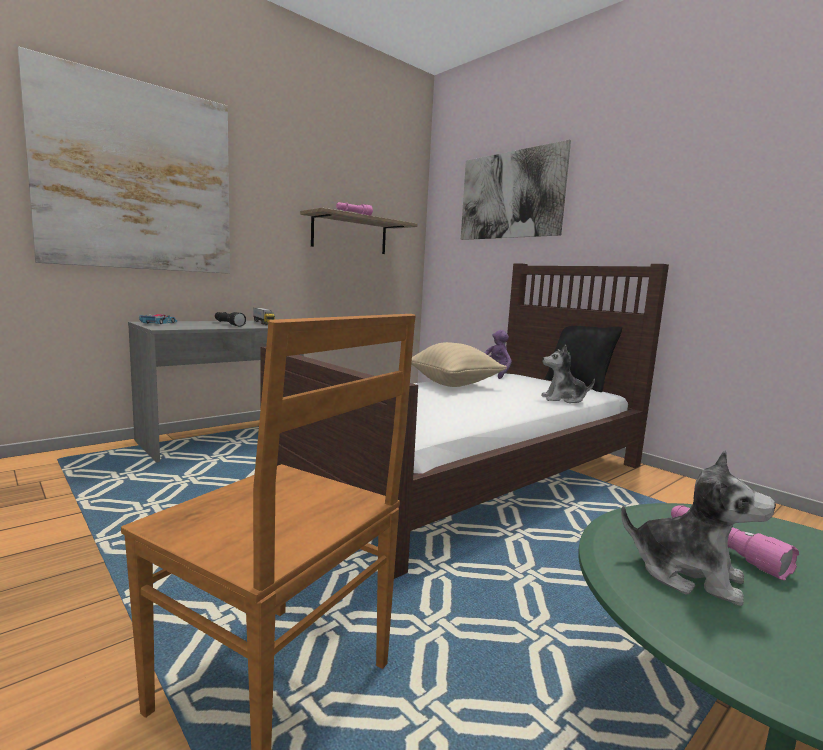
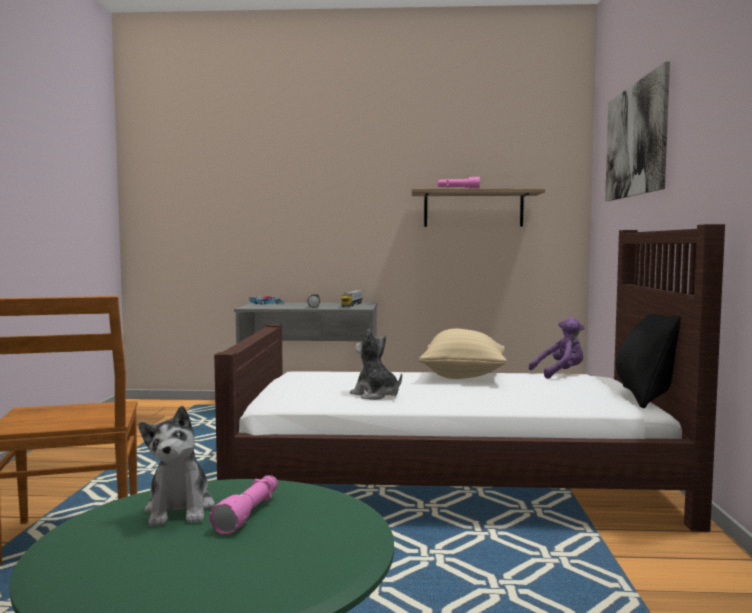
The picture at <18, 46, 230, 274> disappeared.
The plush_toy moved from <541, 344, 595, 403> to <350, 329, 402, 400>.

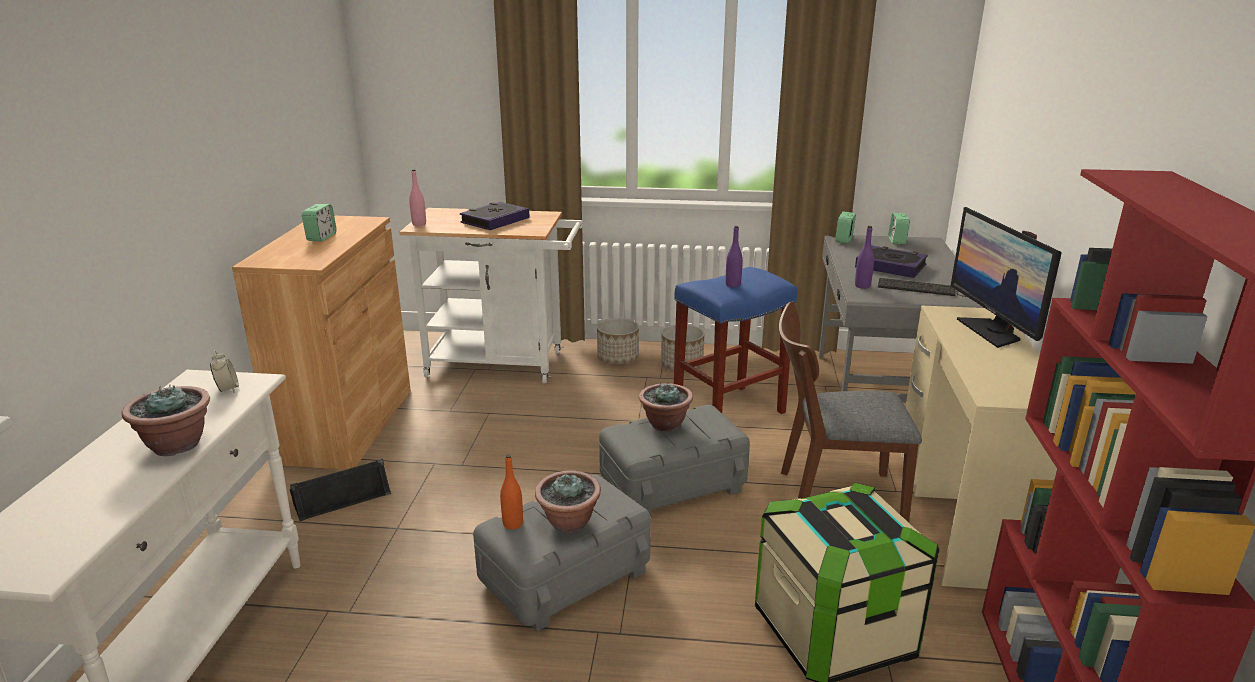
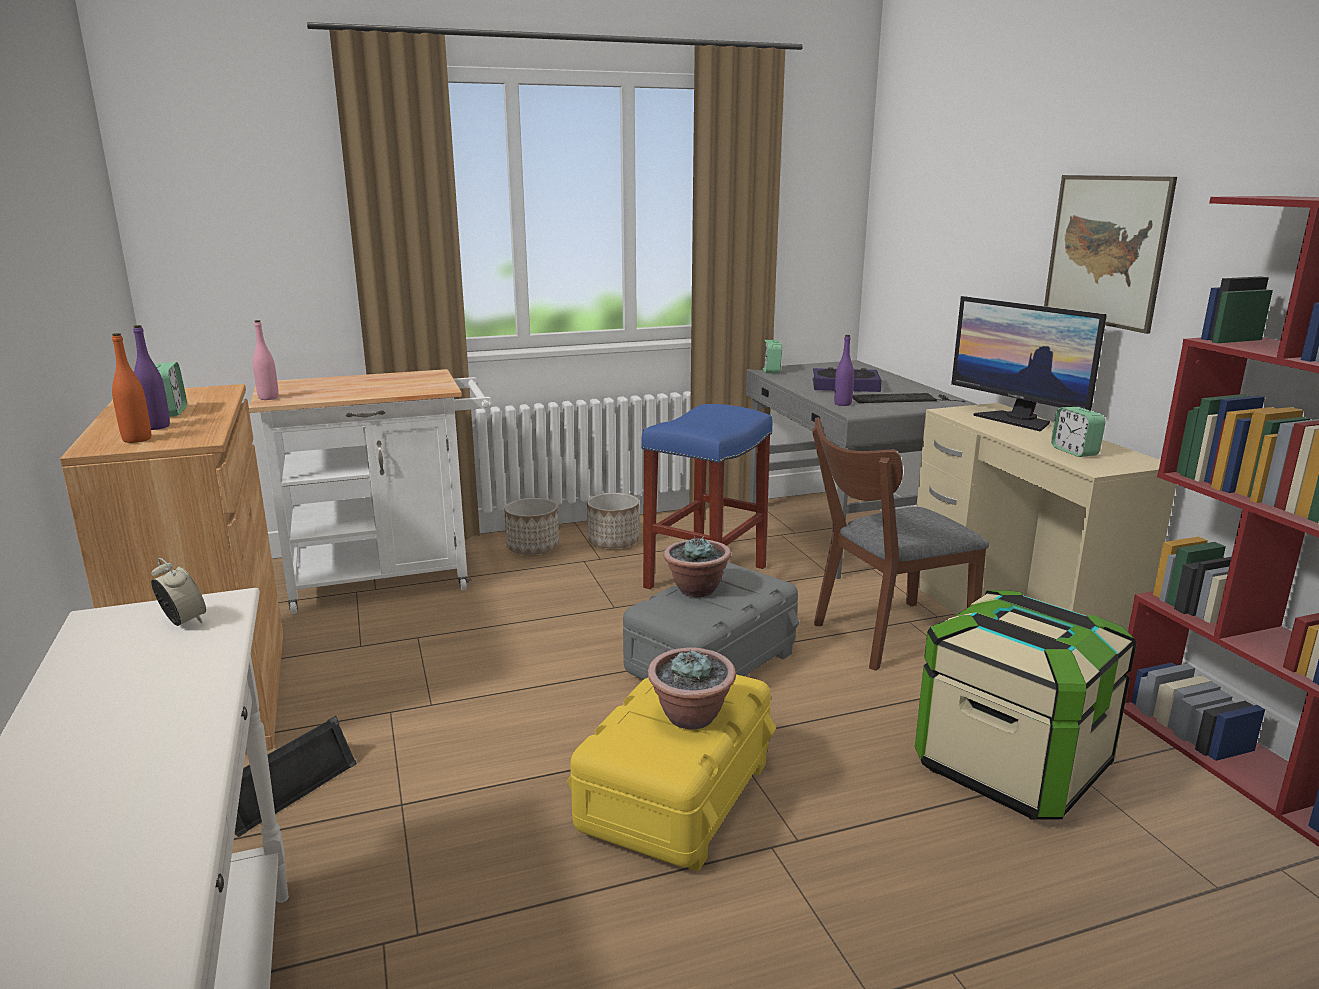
The book at <460, 202, 529, 230> disappeared.
The alarm_clock moved from <888, 213, 910, 245> to <1051, 407, 1106, 457>.
The purple_bottle moved from <726, 226, 743, 288> to <133, 325, 170, 430>.
The potted_plant at <121, 385, 210, 456> disappeared.
The orange_bottle moved from <500, 454, 523, 530> to <112, 333, 151, 443>.
The grey_storage_box at <473, 475, 651, 632> became the yellow_storage_box at <567, 674, 776, 872>.
The picture at <1044, 175, 1177, 334> appeared.

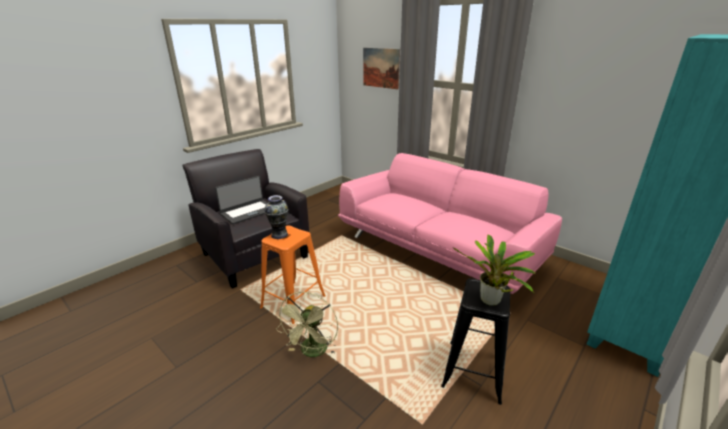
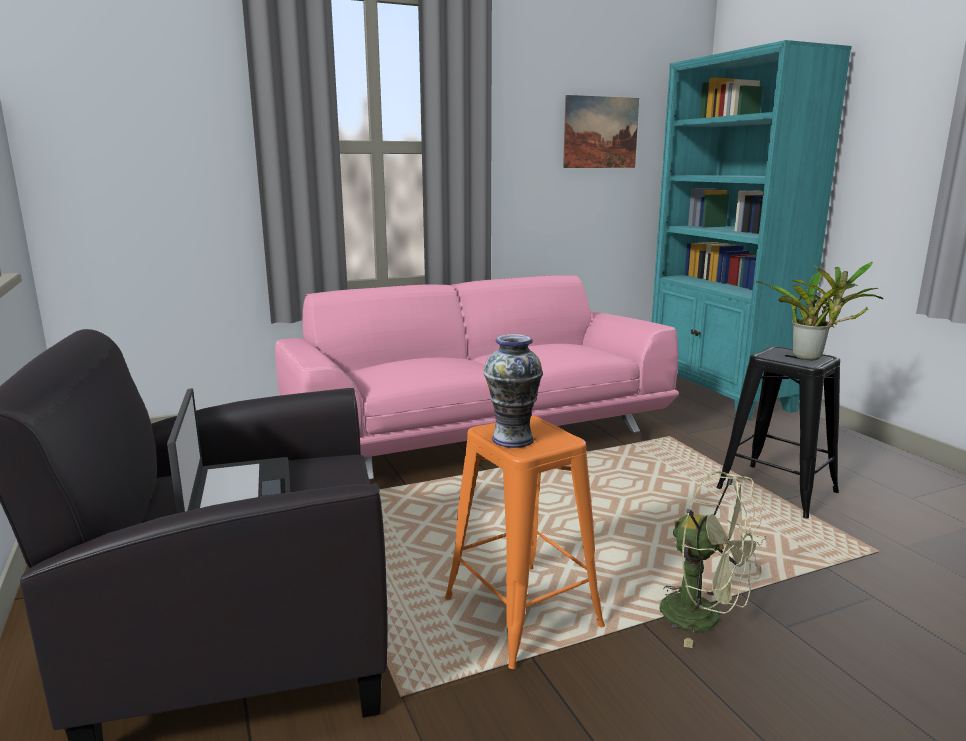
The picture moved from <363, 48, 400, 89> to <563, 95, 639, 168>.

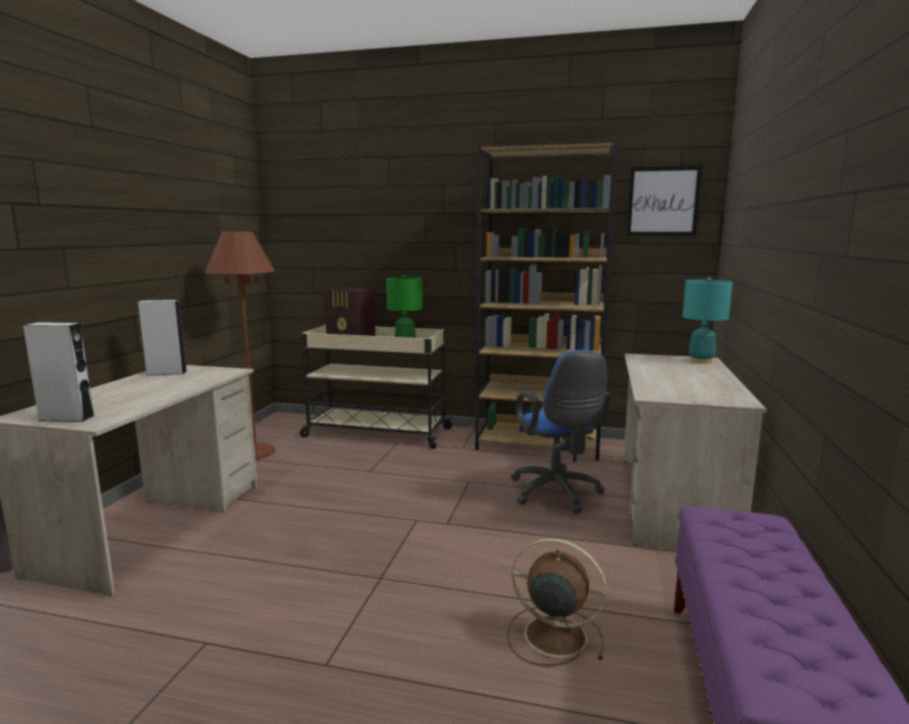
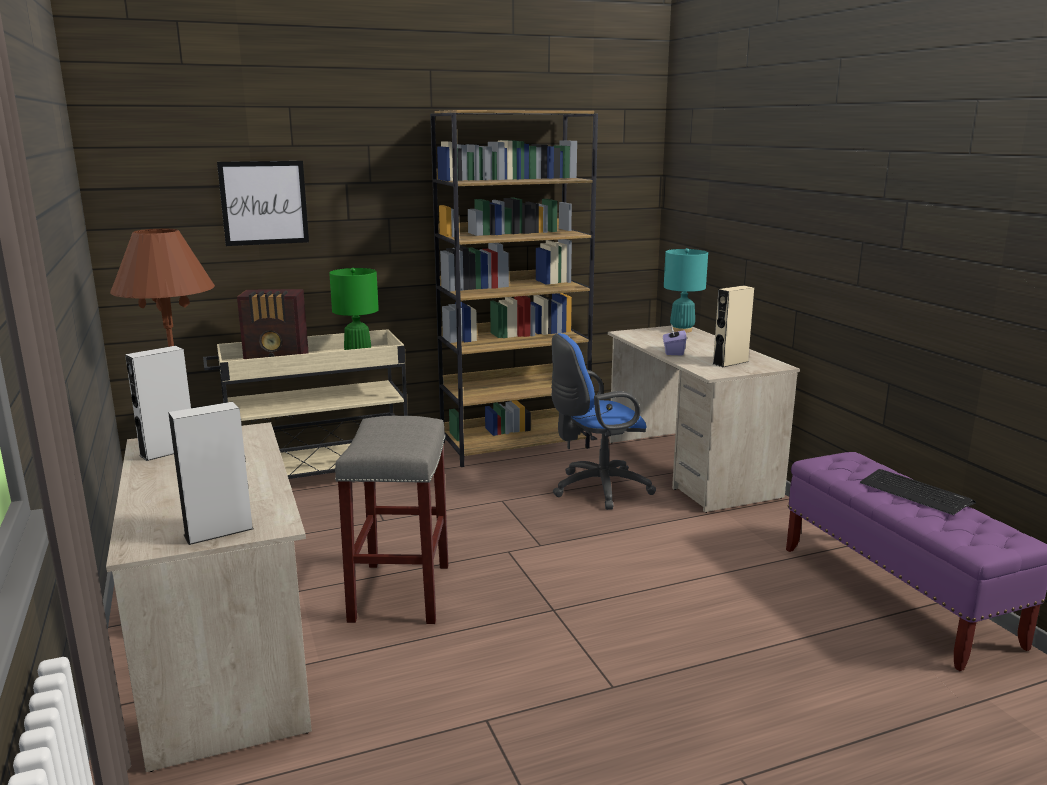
The picture moved from <626, 166, 702, 236> to <217, 161, 309, 246>.
The blue_office_chair at <511, 350, 611, 513> turned 120 degrees clockwise.
The brown_fan at <508, 538, 607, 666> disappeared.
The beige_speaker at <713, 285, 754, 367> appeared.
The purple_tissue_box at <663, 326, 687, 355> appeared.
The grey_stool at <335, 416, 449, 624> appeared.
The keyboard at <860, 469, 976, 515> appeared.

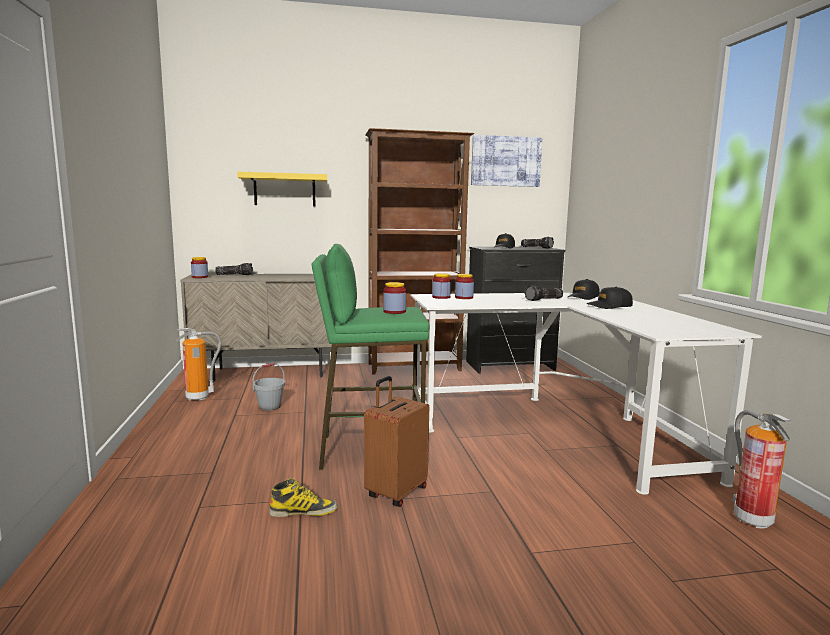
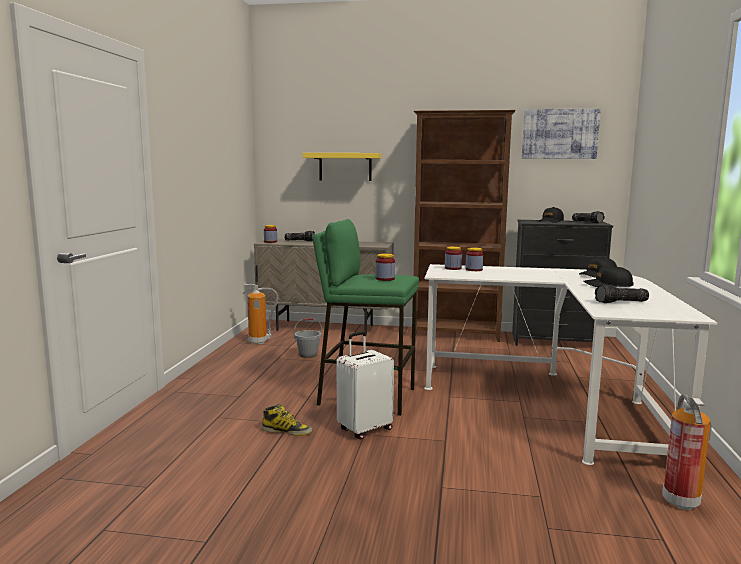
The flashlight moved from <524, 285, 563, 301> to <595, 285, 649, 303>.
The brown_suitcase at <364, 376, 429, 507> became the white_suitcase at <337, 331, 394, 440>.

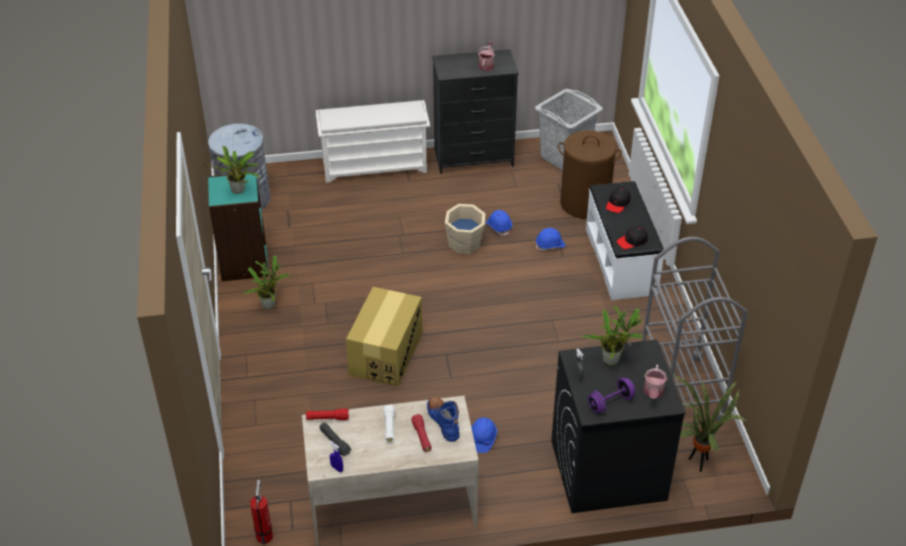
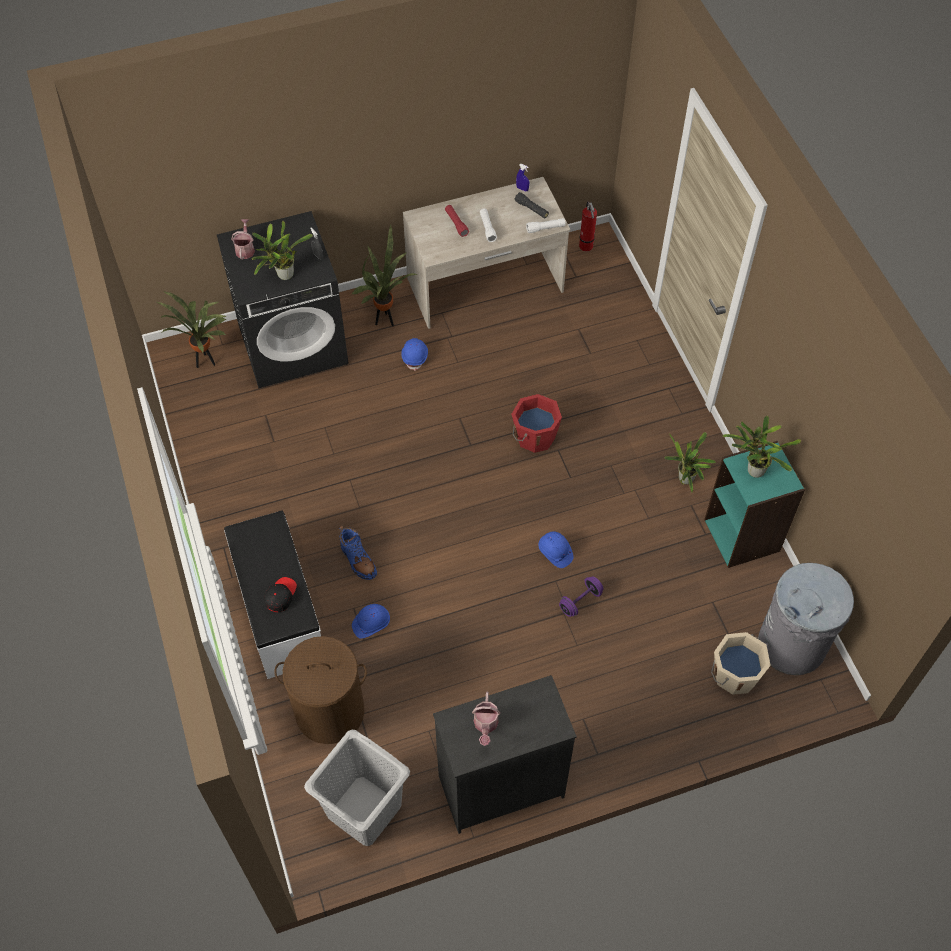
The white_shoe_rack at <316, 100, 430, 183> disappeared.
The beige_bucket moved from <445, 204, 486, 254> to <711, 632, 771, 695>.
The blue_hard_hat moved from <486, 210, 512, 236> to <538, 531, 573, 568>.
The black_cap at <617, 226, 648, 249> disappeared.
The grey_cart at <642, 237, 748, 421> disappeared.
The cardboard_box at <346, 287, 423, 387> was replaced by the red_bucket at <511, 394, 562, 453>.
The purple_dumbbell moved from <588, 378, 635, 413> to <559, 576, 603, 617>.
The blue_boot moved from <427, 397, 459, 442> to <339, 525, 377, 580>.
The red_flashlight at <306, 409, 349, 420> became the white_flashlight at <526, 218, 566, 233>.
The potted_plant at <351, 225, 417, 326> appeared.

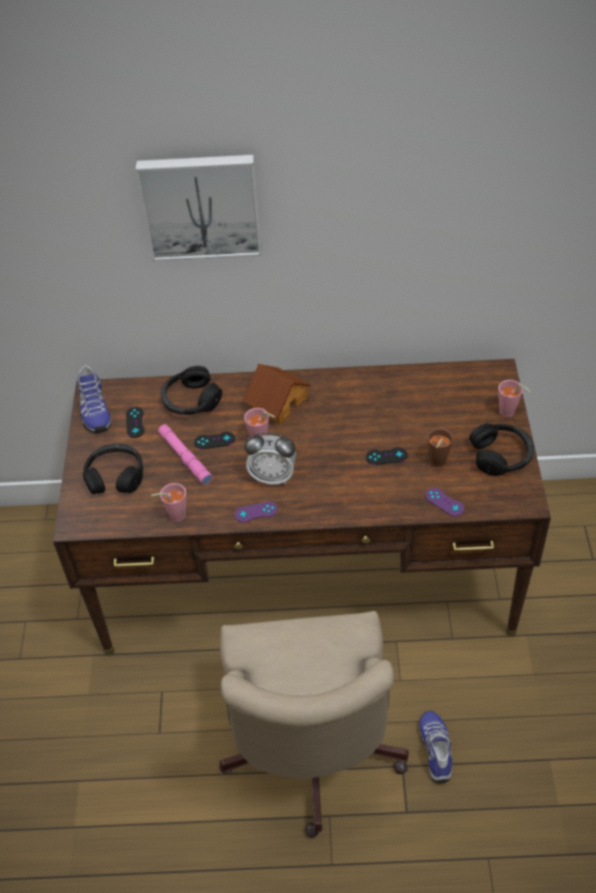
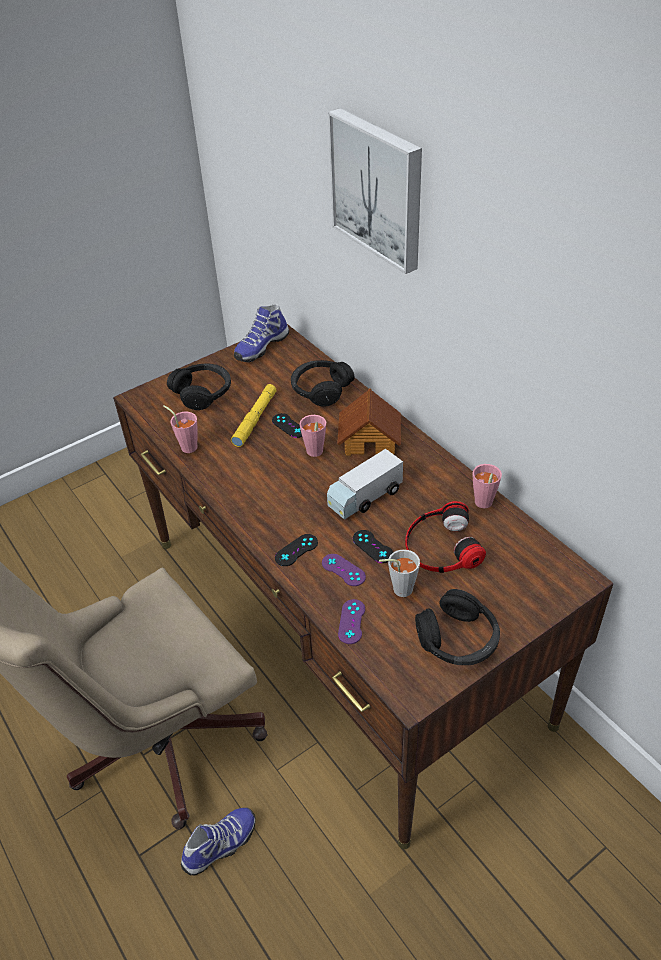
The pink_cup moved from <498, 380, 530, 418> to <472, 464, 502, 508>.
The black_game_controller moved from <126, 407, 145, 438> to <275, 534, 318, 566>.
The pink_flashlight at <158, 424, 213, 485> became the yellow_flashlight at <231, 384, 277, 447>.
The brown_cup at <427, 428, 453, 467> became the grey_cup at <379, 549, 420, 597>.
The alarm_clock at <244, 432, 296, 484> disappeared.
The purple_game_controller moved from <235, 501, 278, 523> to <322, 554, 366, 586>.
The toy_truck at <327, 449, 403, 520> appeared.
The headphones at <405, 501, 486, 573> appeared.

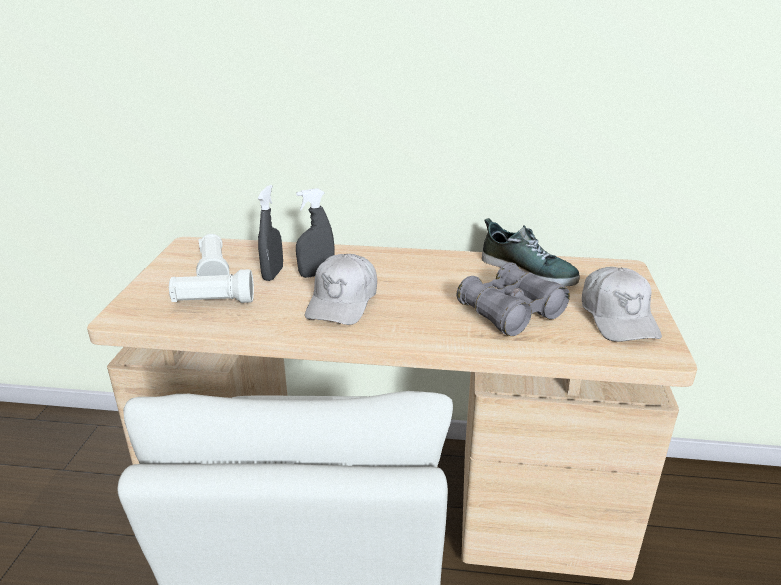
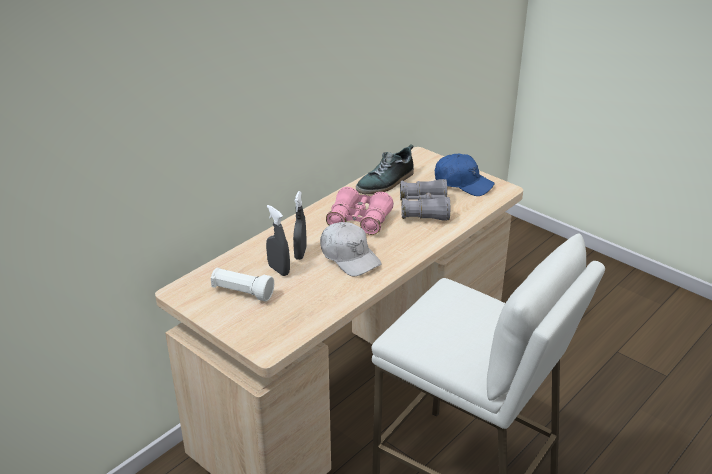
The shoe at <482, 218, 580, 286> turned 150 degrees clockwise.
The white_cap at <582, 267, 662, 342> became the blue_cap at <435, 154, 494, 196>.
The white_flashlight at <169, 269, 254, 303> disappeared.
The pink_binoculars at <326, 187, 393, 235> appeared.

